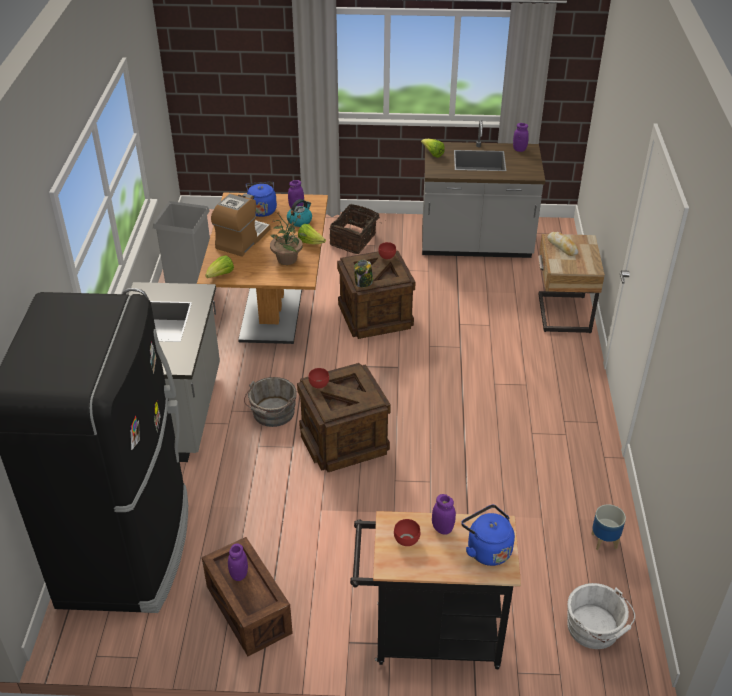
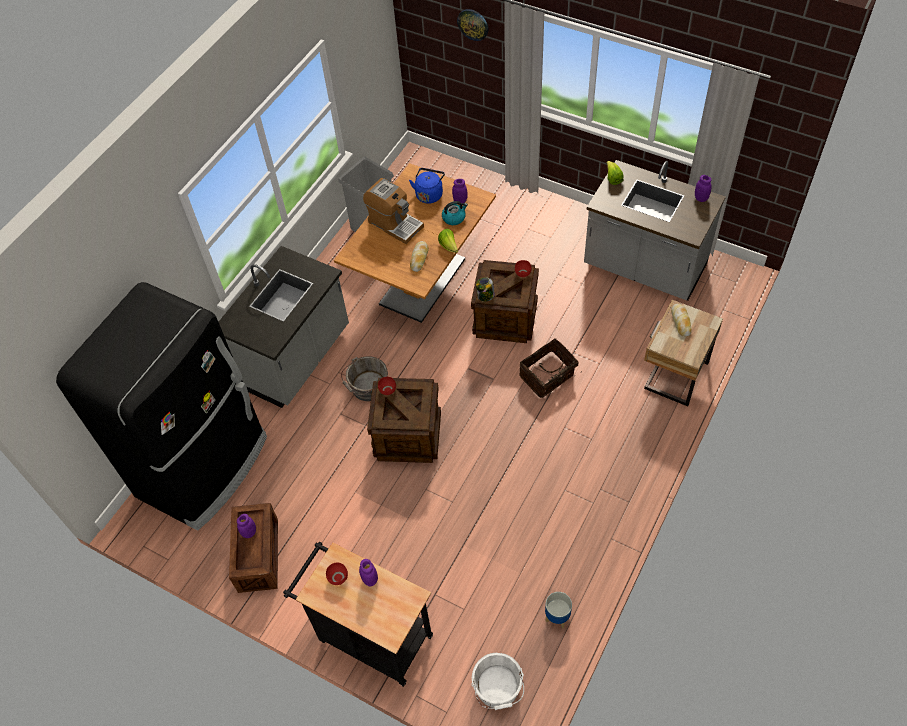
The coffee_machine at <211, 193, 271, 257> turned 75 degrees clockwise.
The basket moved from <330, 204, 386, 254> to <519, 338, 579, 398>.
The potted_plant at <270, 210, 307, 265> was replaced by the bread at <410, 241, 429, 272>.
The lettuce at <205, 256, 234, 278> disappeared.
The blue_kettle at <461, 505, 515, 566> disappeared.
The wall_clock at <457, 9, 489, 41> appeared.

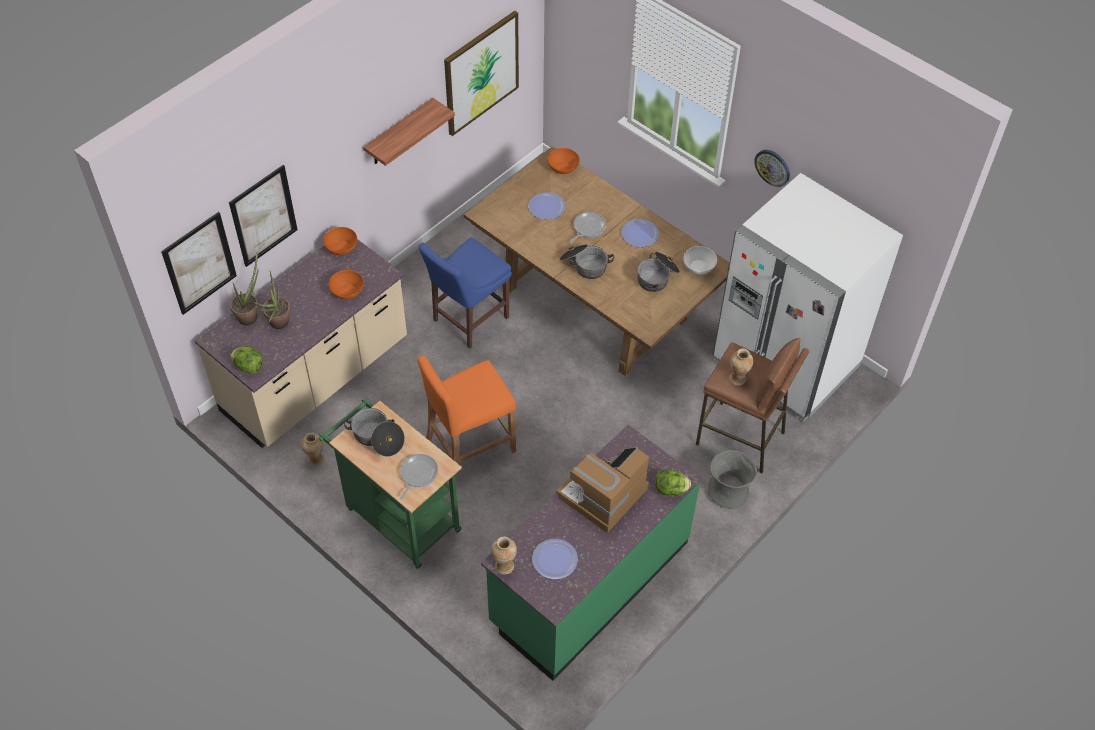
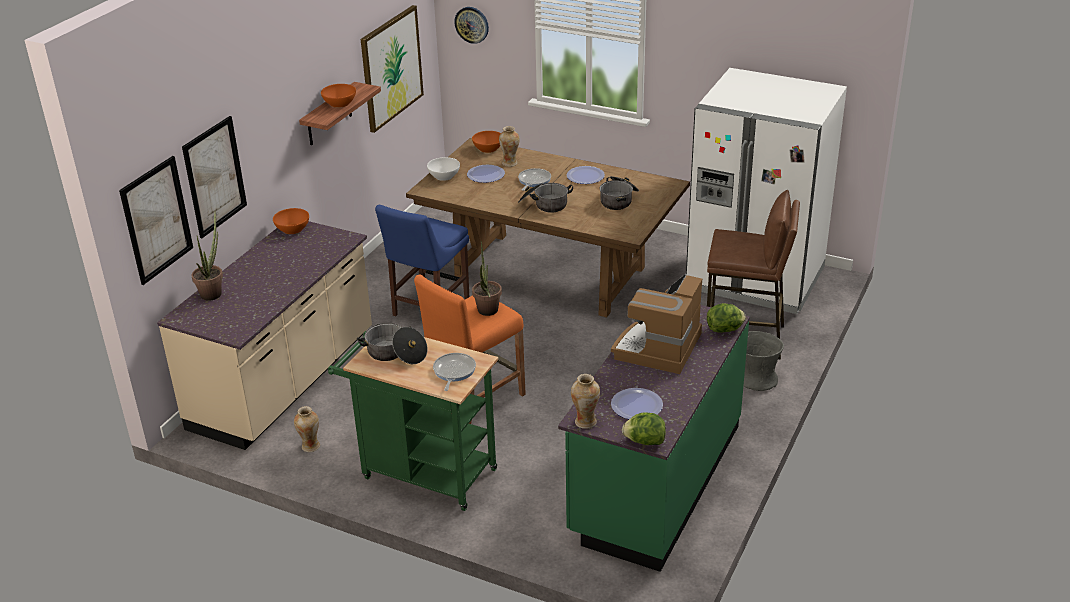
The wall_clock moved from <754, 150, 790, 187> to <454, 7, 489, 44>.
The white_bowl moved from <683, 246, 717, 274> to <427, 157, 460, 181>.
The orange_bowl moved from <329, 270, 364, 299> to <321, 84, 356, 108>.
The potted_plant moved from <253, 271, 290, 329> to <472, 241, 502, 316>.
The lettuce moved from <230, 346, 262, 374> to <622, 412, 666, 445>.
The vase moved from <729, 349, 753, 385> to <499, 126, 520, 167>.

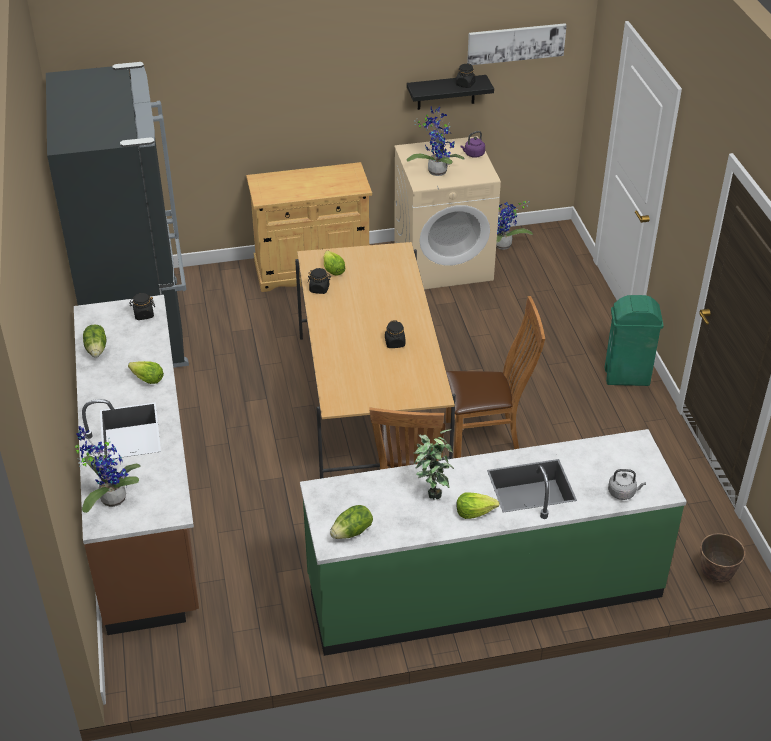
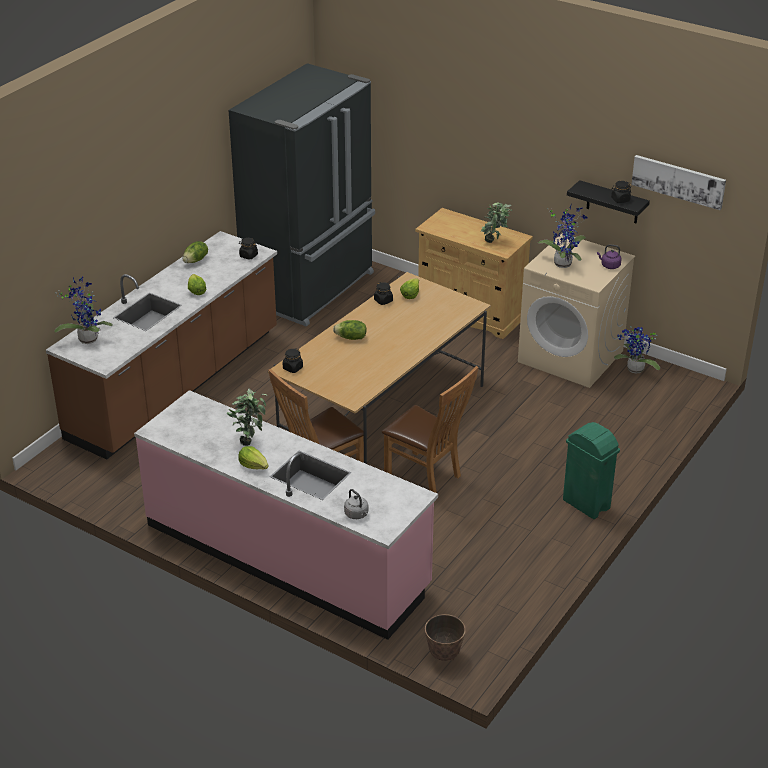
The black_jar moved from <385, 320, 405, 348> to <283, 348, 303, 373>.
The green_counter at <300, 429, 687, 656> became the pink_counter at <134, 390, 438, 640>.
The lettuce moved from <330, 505, 373, 539> to <333, 320, 367, 340>.
The potted_plant at <481, 202, 512, 243> appeared.

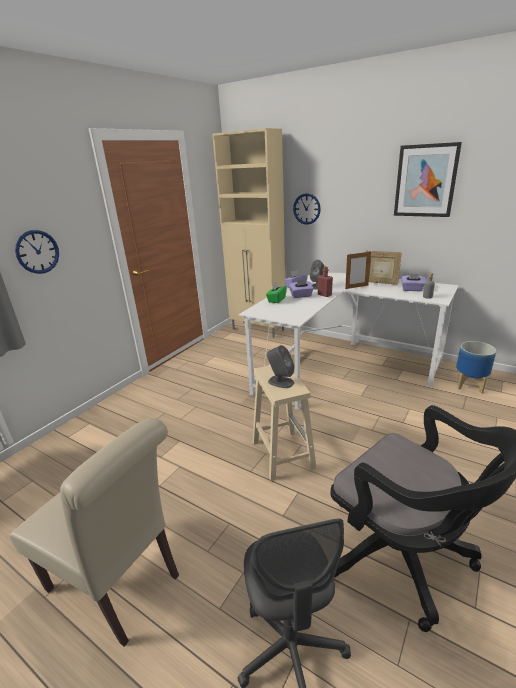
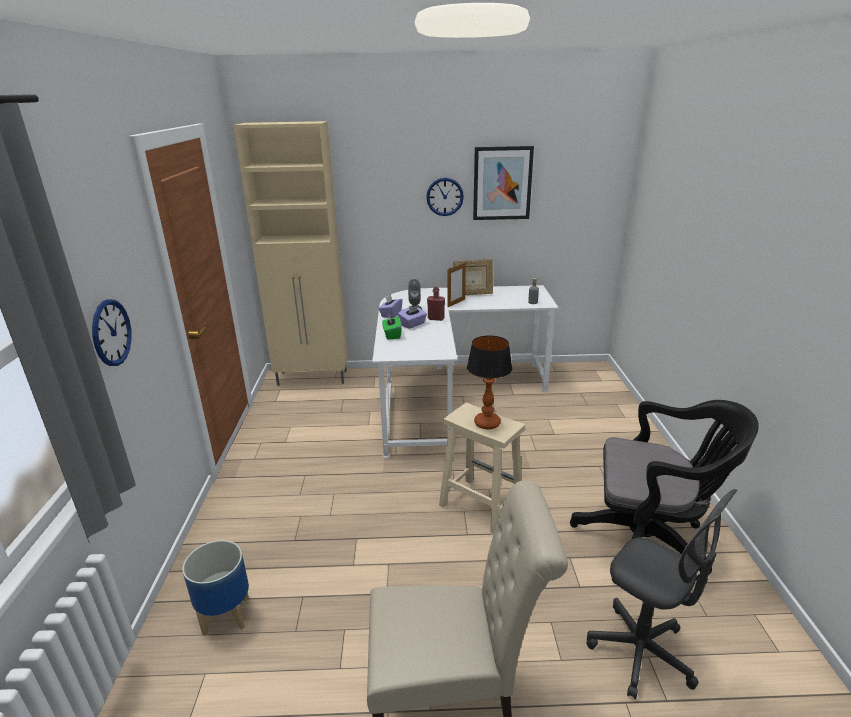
The wall_clock moved from <293, 193, 321, 225> to <426, 178, 464, 216>.
The purple_tissue_box at <401, 273, 425, 291> disappeared.
The planter moved from <456, 341, 496, 393> to <182, 540, 249, 636>.
The grey_speaker at <267, 345, 294, 388> was replaced by the table_lamp at <467, 335, 512, 429>.

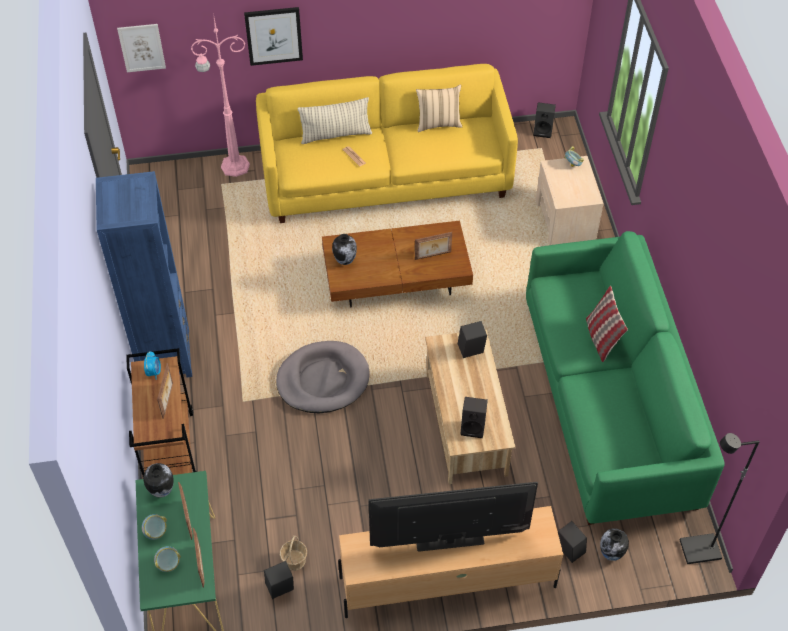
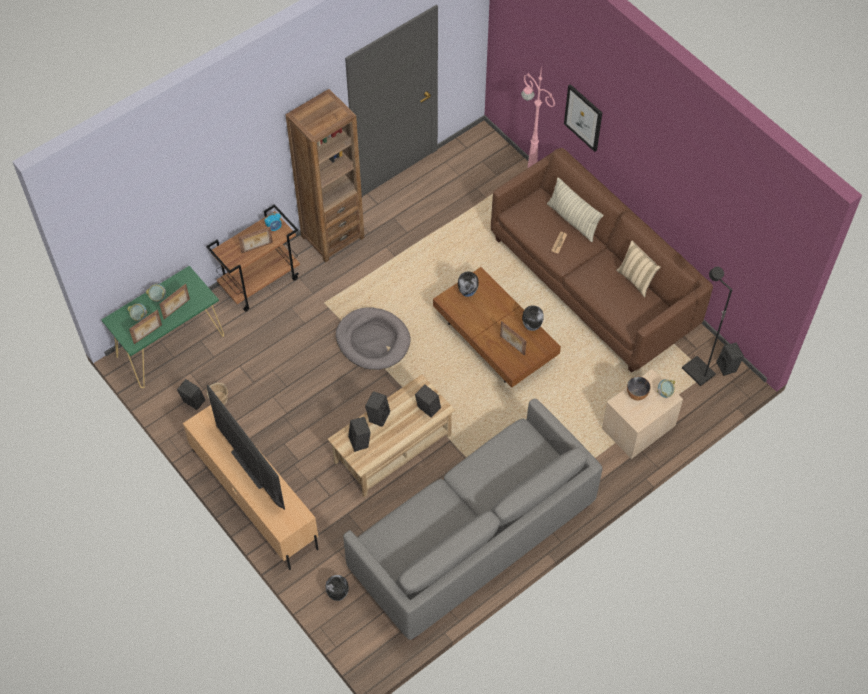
The picture at <117, 24, 166, 72> disappeared.
The yellow_sofa at <256, 64, 518, 223> became the brown_sofa at <491, 148, 713, 373>.
The blue_bookcase at <96, 171, 192, 377> became the brown_bookcase at <286, 89, 364, 263>.
The green_sofa at <526, 231, 725, 525> became the grey_sofa at <343, 398, 602, 640>.
The pillow at <586, 286, 628, 362> disappeared.
The black_floor_lamp moved from <679, 433, 760, 564> to <682, 267, 732, 386>.
The vase moved from <143, 463, 174, 498> to <522, 306, 544, 331>.
The black_speaker moved from <558, 521, 587, 563> to <365, 391, 390, 427>.
The bowl at <627, 376, 651, 401> appeared.

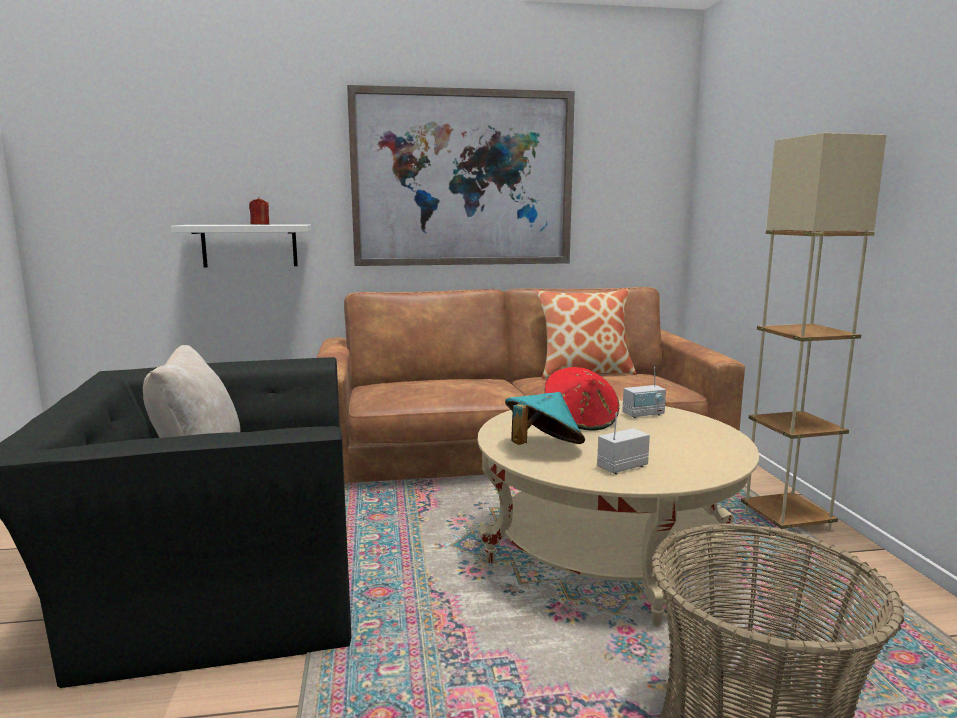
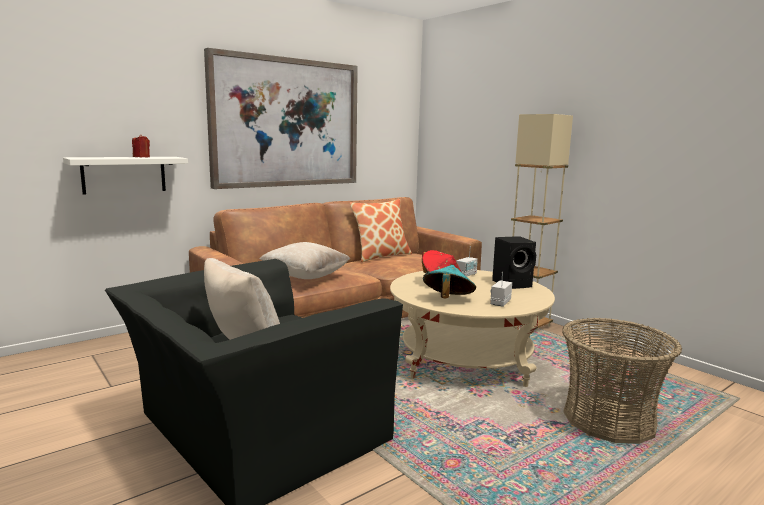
The black_speaker at <492, 236, 536, 289> appeared.
The beige_pillow at <260, 242, 350, 279> appeared.

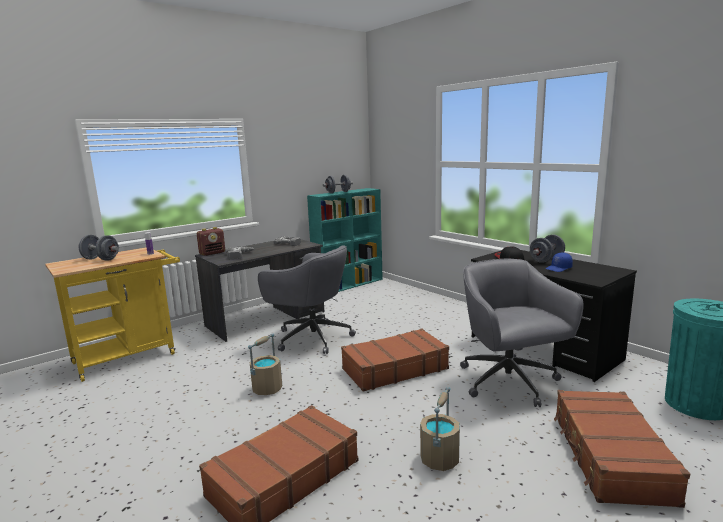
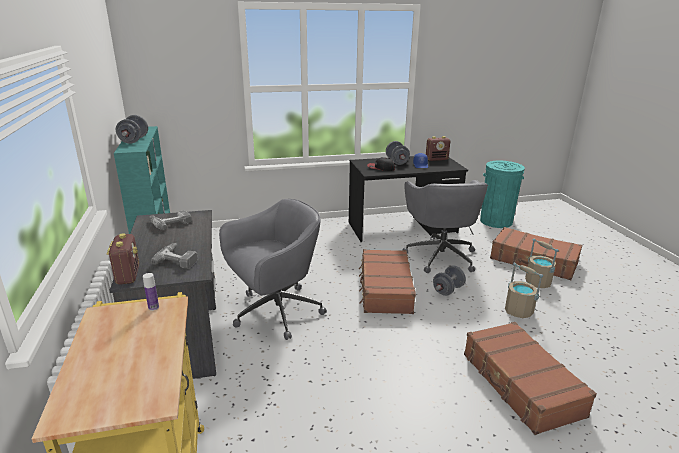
The grey_dumbbell moved from <78, 235, 119, 261> to <433, 265, 466, 296>.
The grey_office_chair at <460, 259, 584, 407> turned 105 degrees counterclockwise.
The beige_bucket moved from <248, 333, 282, 395> to <525, 239, 559, 288>.
The radio at <426, 136, 450, 161> appeared.

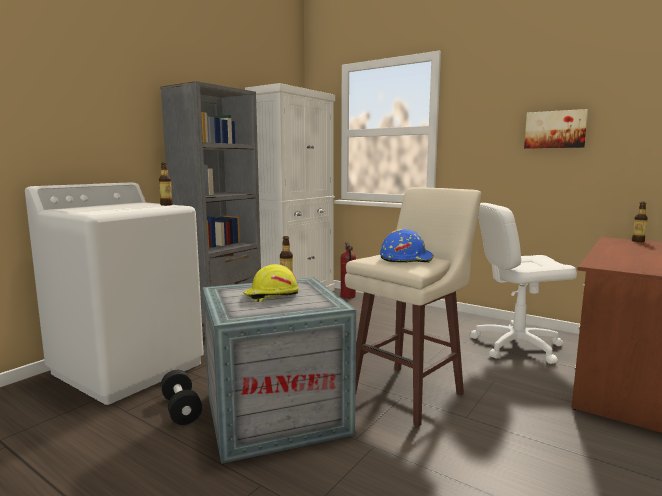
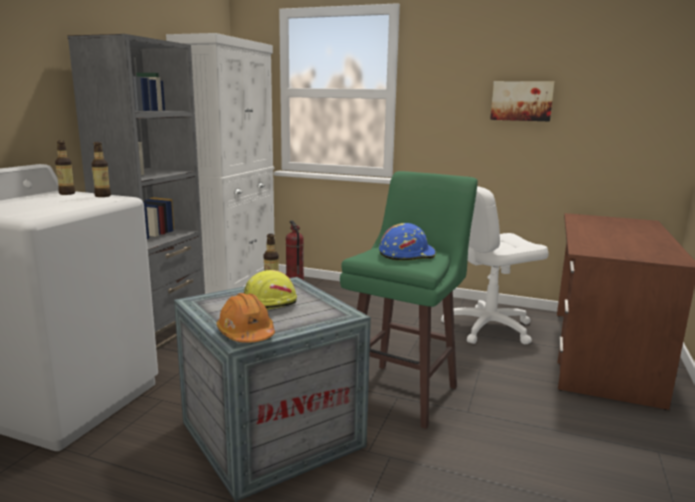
The beige_stool at <345, 187, 481, 427> became the green_stool at <340, 171, 478, 429>.
The bottle moved from <632, 202, 648, 242> to <55, 140, 75, 195>.
The black_dumbbell at <161, 370, 202, 425> disappeared.
The orange_hard_hat at <216, 293, 275, 343> appeared.

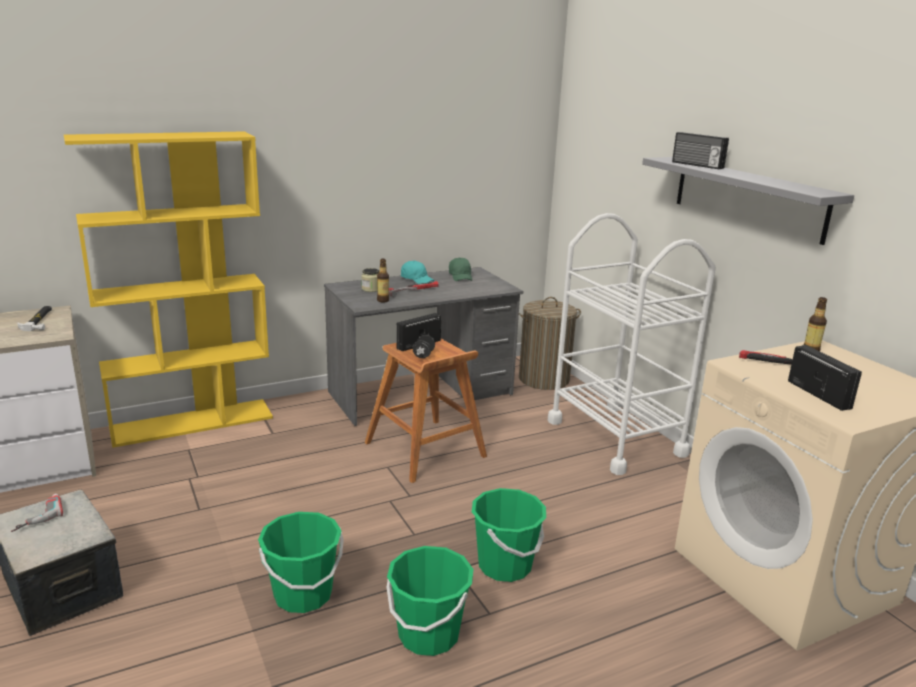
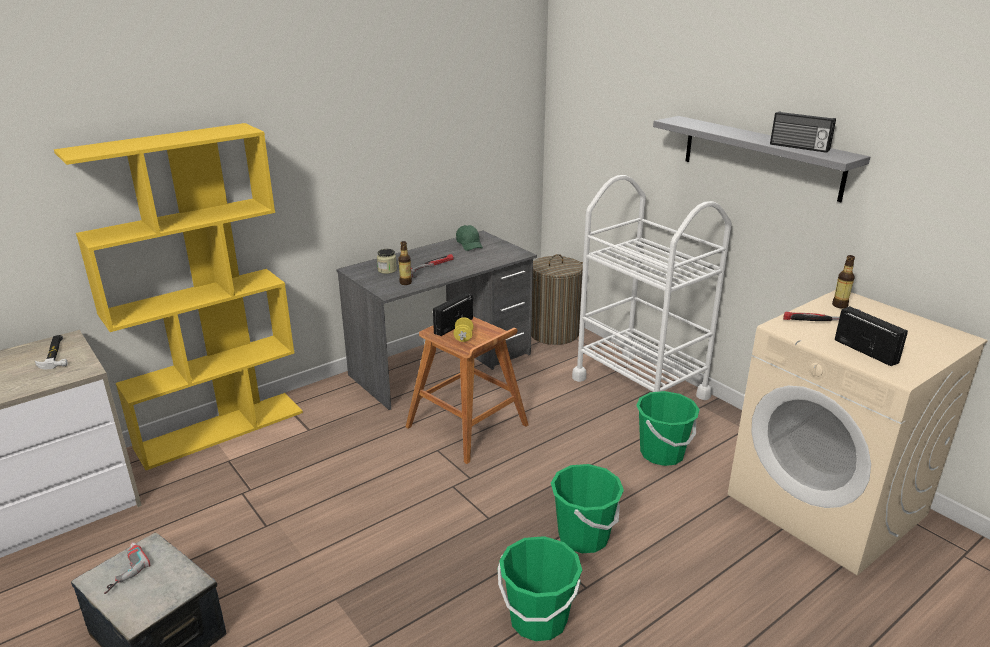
The radio moved from <672, 132, 729, 169> to <770, 111, 836, 153>.
The turquoise_cap at <401, 261, 435, 284> disappeared.
The black_dumbbell at <413, 335, 435, 358> became the yellow_dumbbell at <454, 317, 474, 342>.
The green_bucket moved from <258, 512, 344, 613> to <636, 391, 700, 466>.

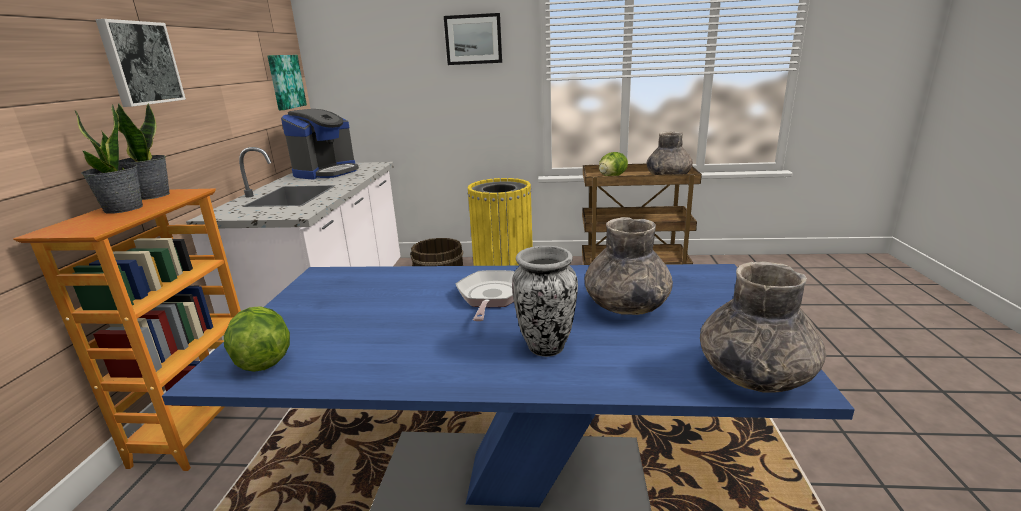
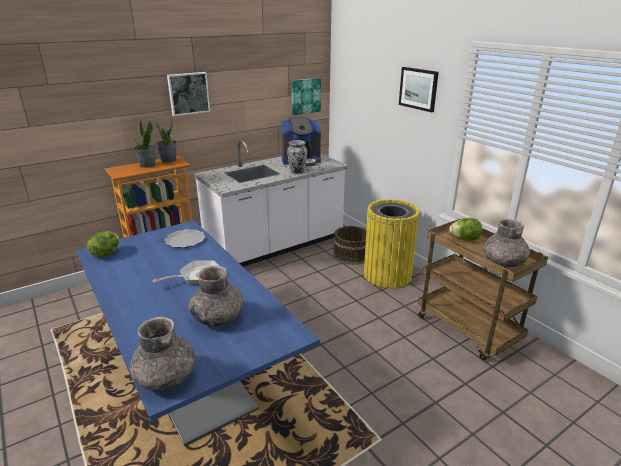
The vase moved from <512, 246, 578, 357> to <287, 140, 308, 174>.
The plate at <165, 229, 206, 248> appeared.

